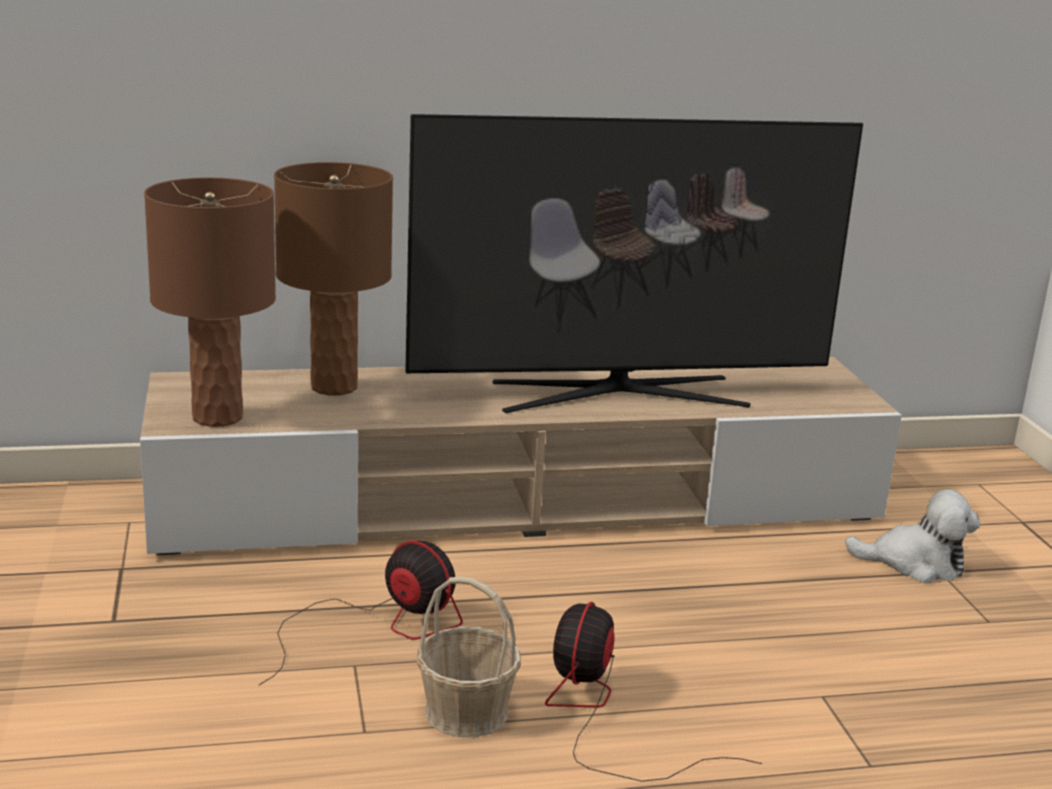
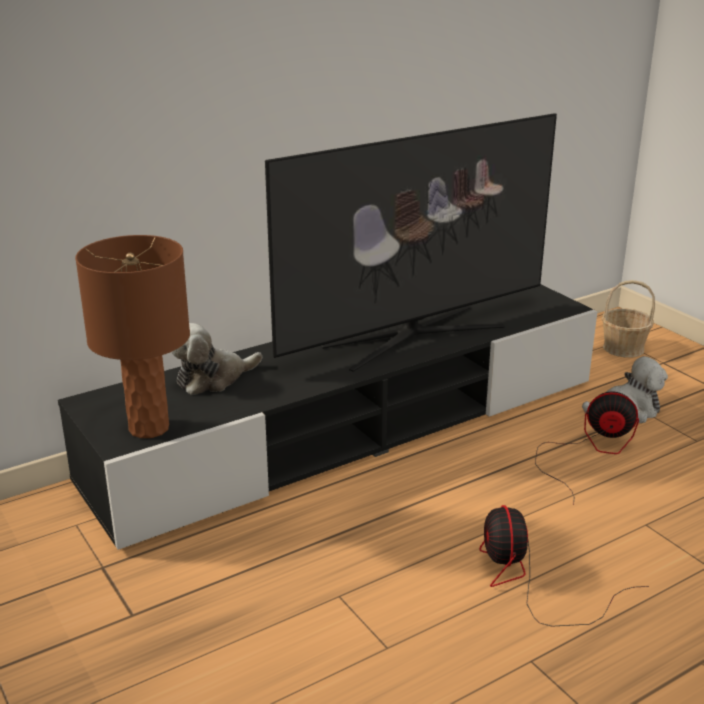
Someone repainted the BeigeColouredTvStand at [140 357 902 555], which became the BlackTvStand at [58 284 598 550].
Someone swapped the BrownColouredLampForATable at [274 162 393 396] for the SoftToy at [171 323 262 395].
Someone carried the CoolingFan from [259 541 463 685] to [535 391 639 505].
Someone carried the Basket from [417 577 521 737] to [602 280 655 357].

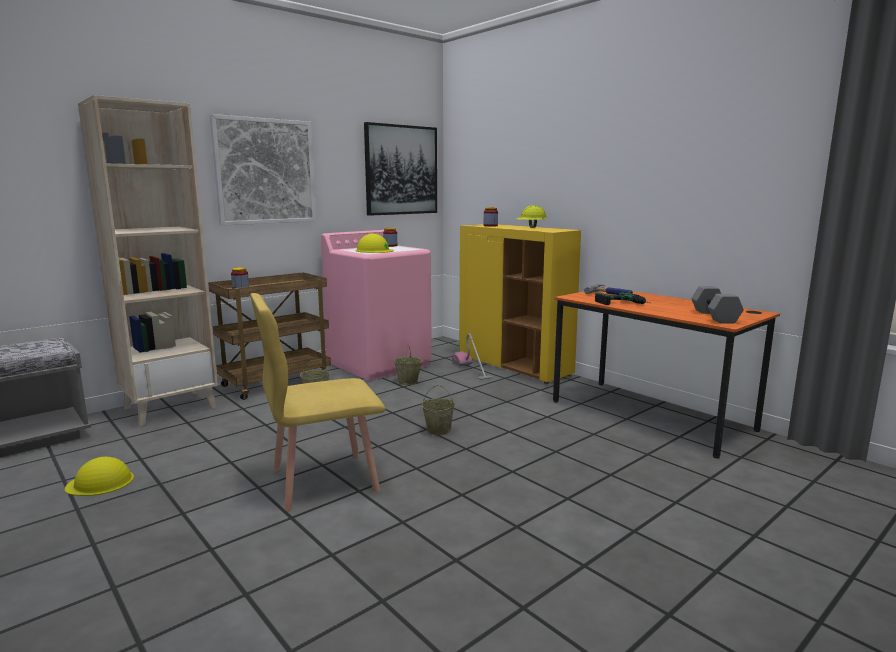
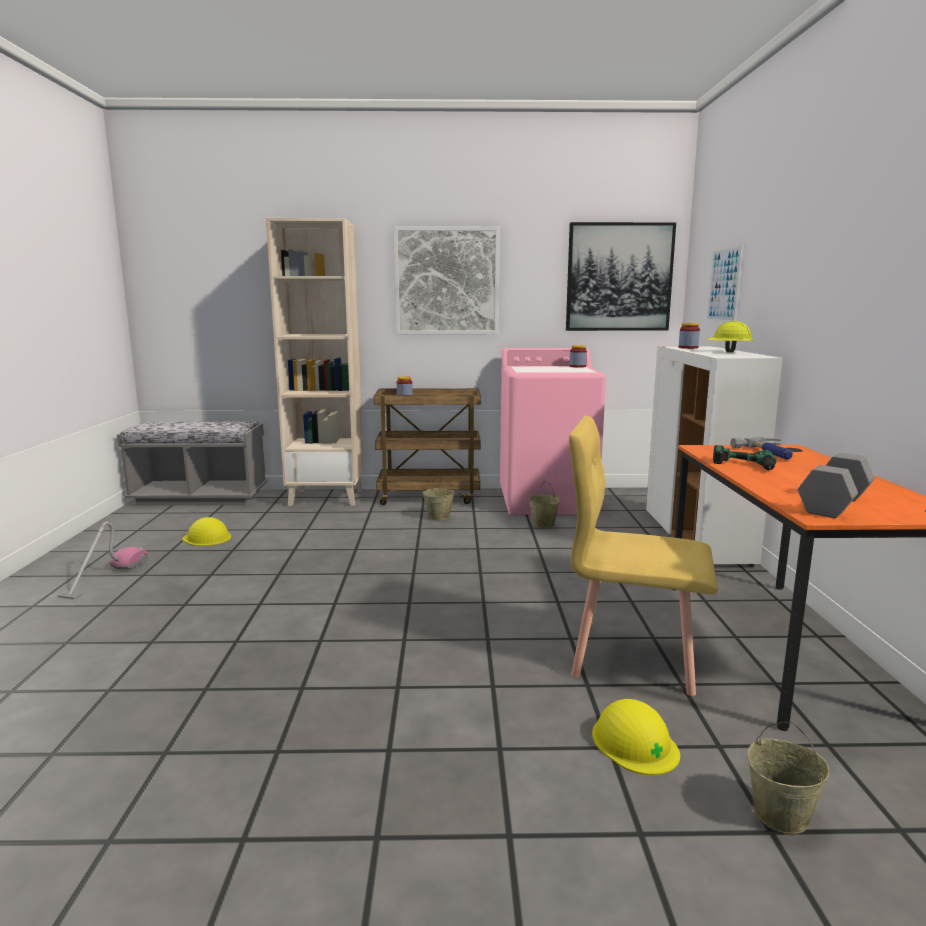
Someone carried the Hoover from [452 333 493 380] to [57 522 148 600].
Someone carried the YellowishChair from [250 293 386 511] to [569 416 718 696].
Someone carried the YellowishSafetyHelmet from [356 234 394 253] to [592 699 680 775].
Someone repainted the YellowishStorageCabinet at [459 224 581 384], which became the WhiteStorageCabinet at [646 346 782 567].
Someone put up the WallPicture at [706 244 743 322].
Someone carried the BeigeColouredWaterBucket from [422 385 455 435] to [747 722 830 834].

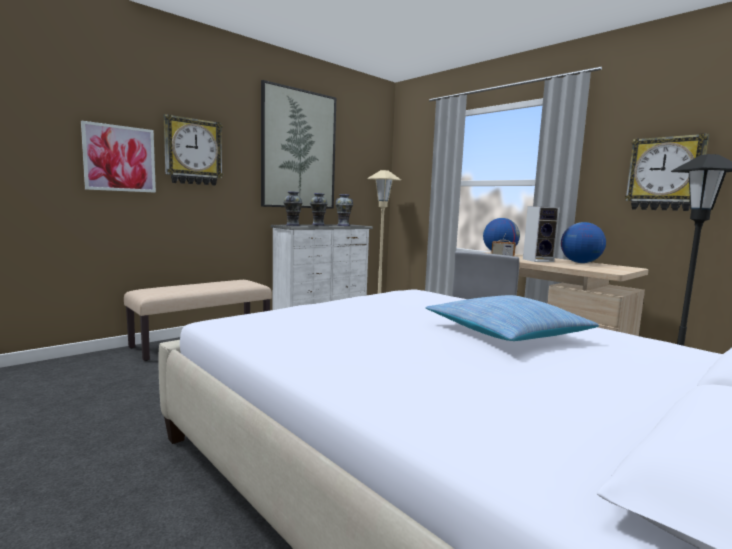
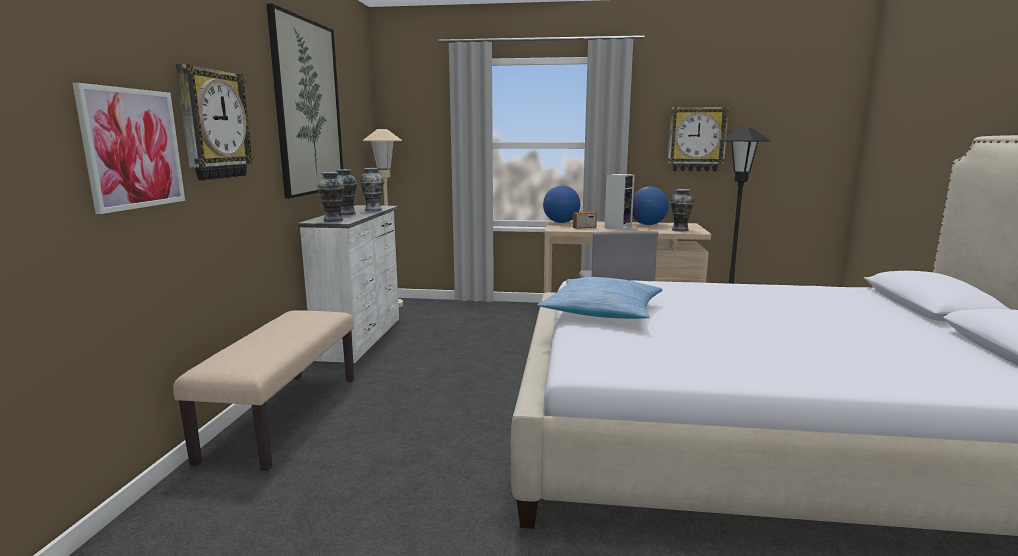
Someone carried the ThrowPillow from [425 295 599 341] to [537 277 663 319].
Someone put down the DecorativeVase at [670 189 694 231].

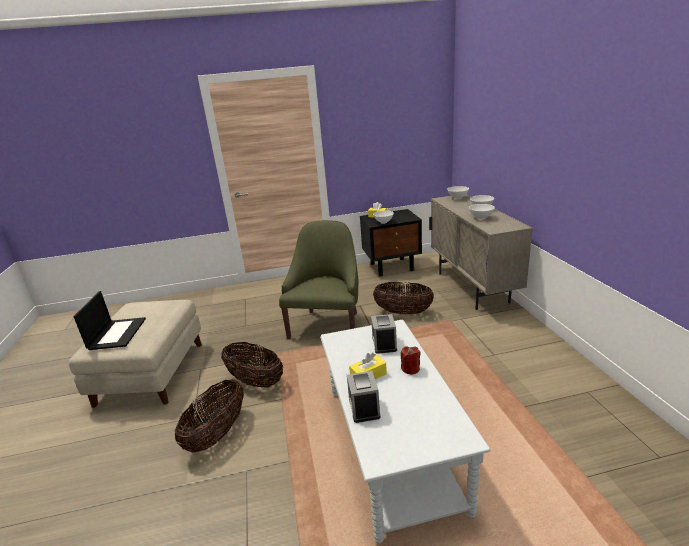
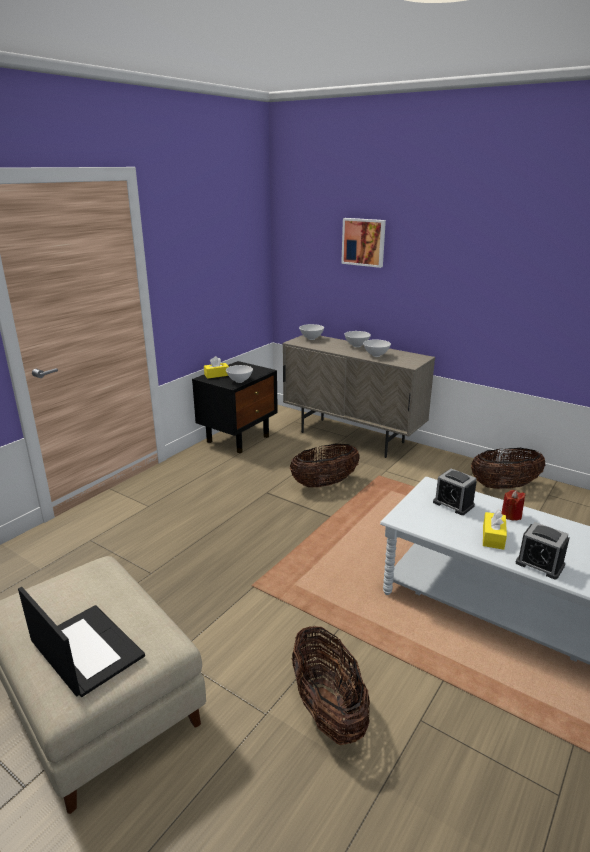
Someone put up the WallPicture at [341 218 386 268].
Someone carried the Basket from [221 342 283 388] to [471 448 545 489].
Someone took away the GreenColouredEasyChair at [279 220 359 339].

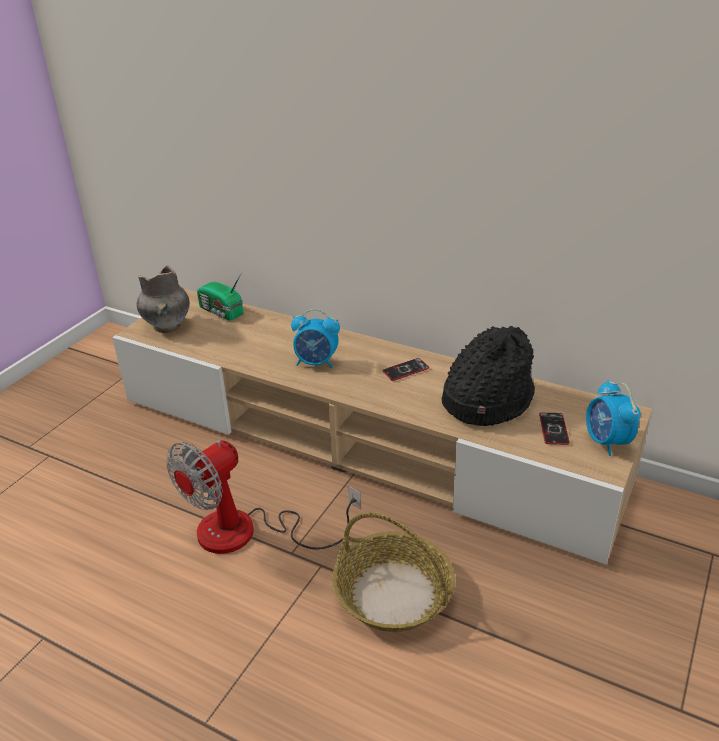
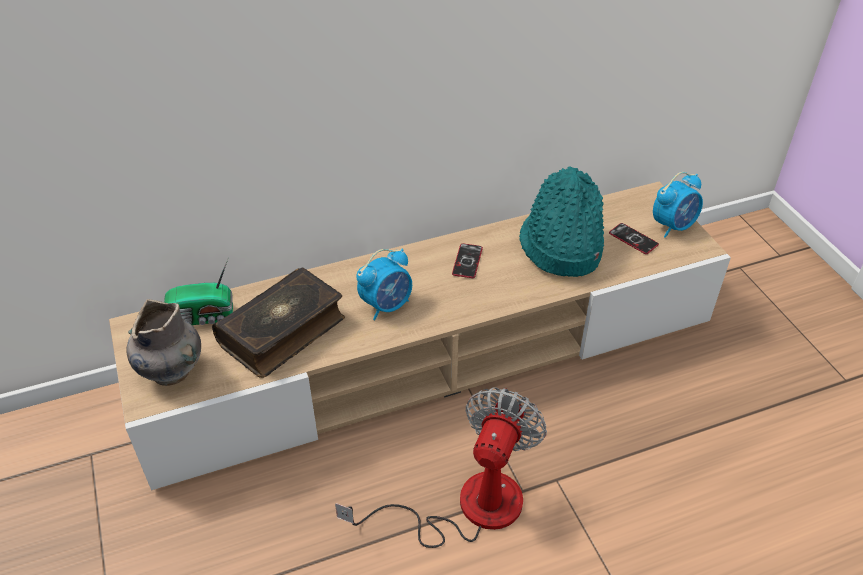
Someone put down the BoundBook at [212 268 345 378].
Someone rotated the CoolingFan at [166 440 361 554] by 150 degrees counterclockwise.
Someone repainted the BlackClothingHat at [442 326 535 426], which became the TurquoiseClothingHat at [519 166 604 277].
Someone rotated the BedsideClock at [586 380 641 456] by 60 degrees counterclockwise.
Someone took away the Basket at [332 512 455 632].

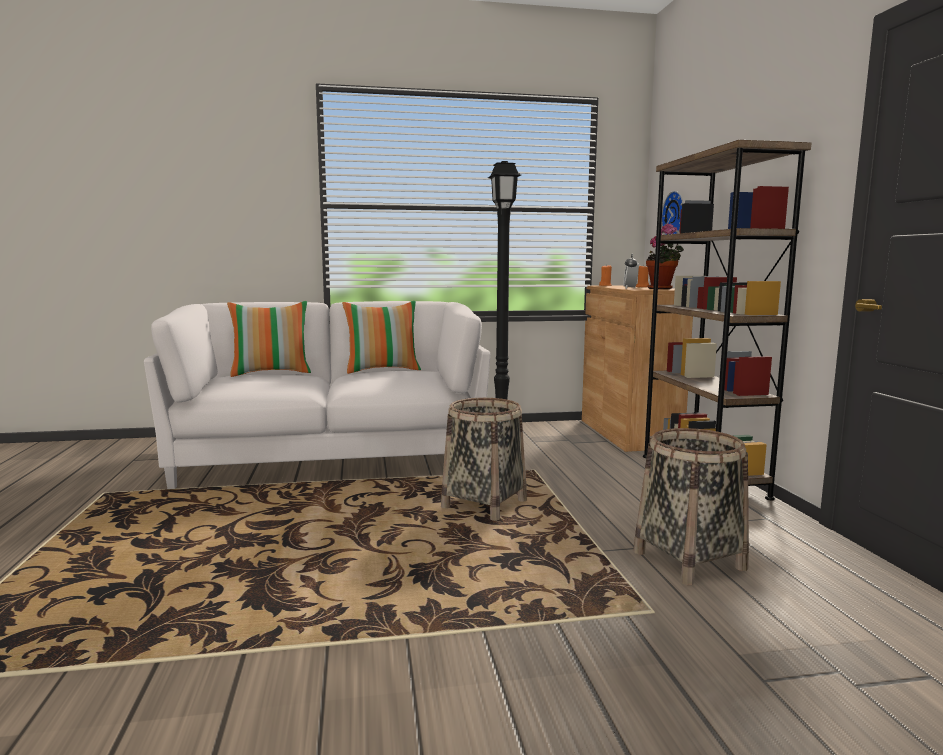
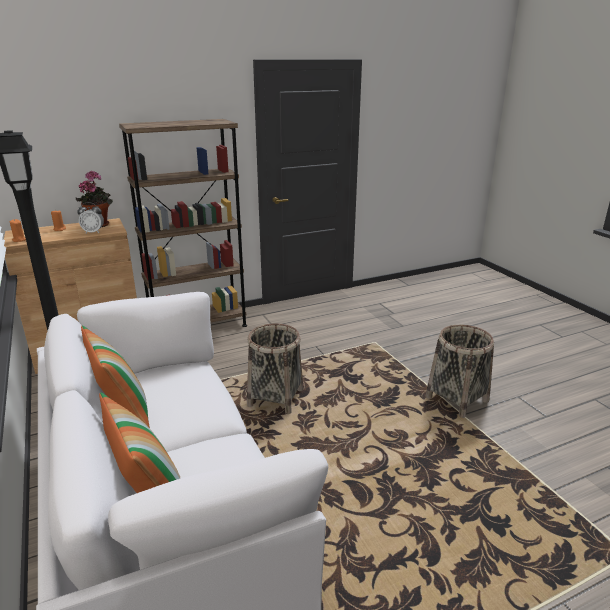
Someone carried the Basket from [633 428 749 585] to [425 325 494 418].
Someone took away the ClockOnTheWall at [662 191 684 235].

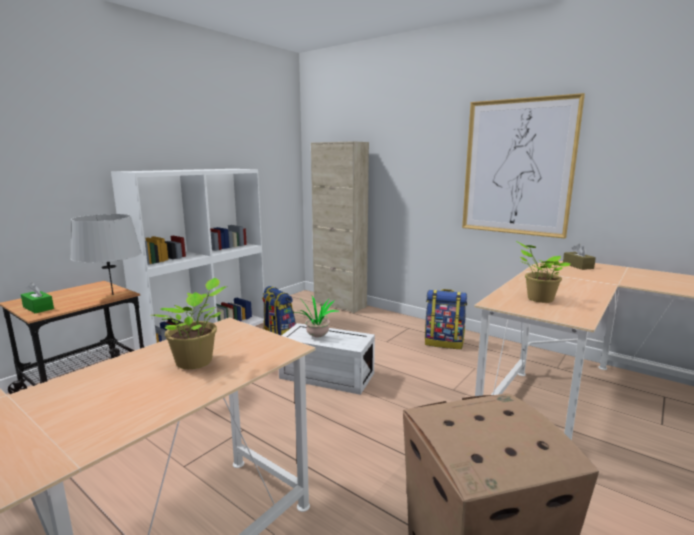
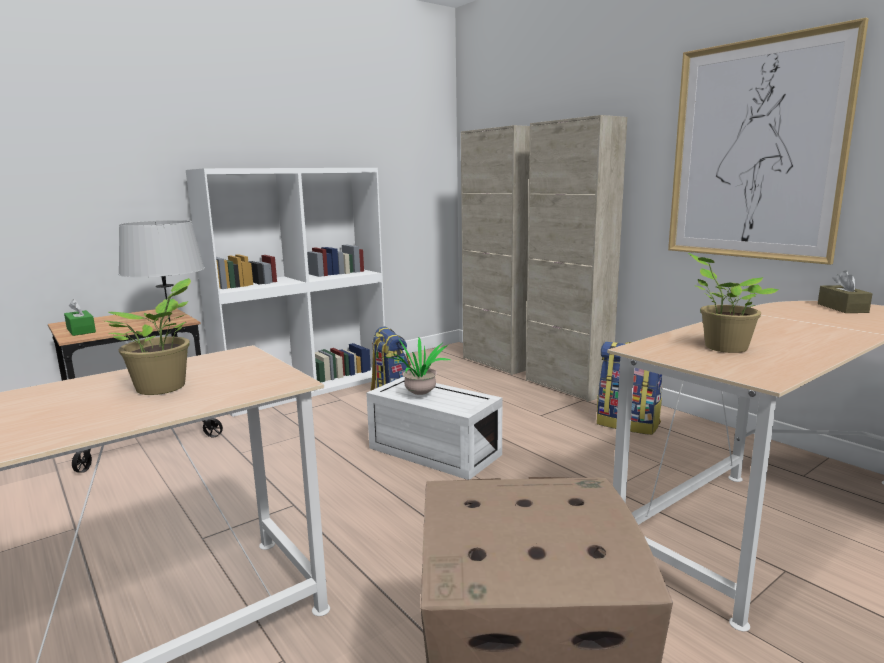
Someone put down the BeigeColouredStorageCabinet at [526 115 627 402].

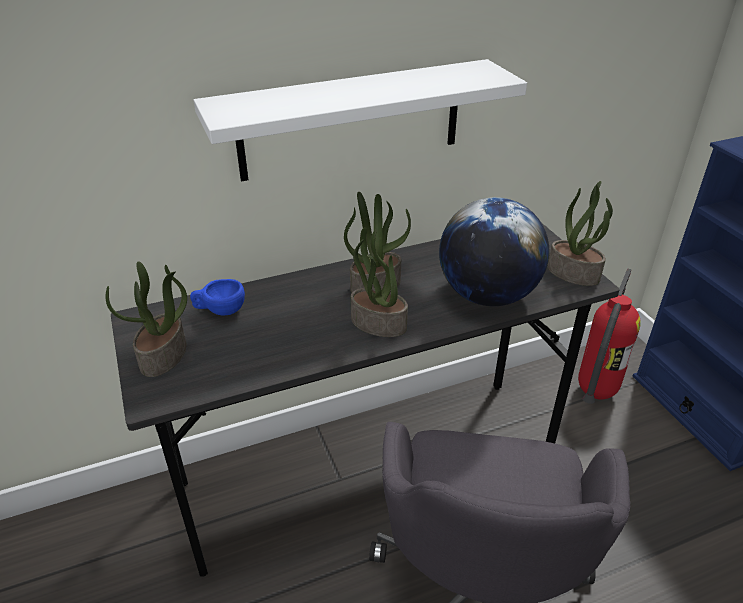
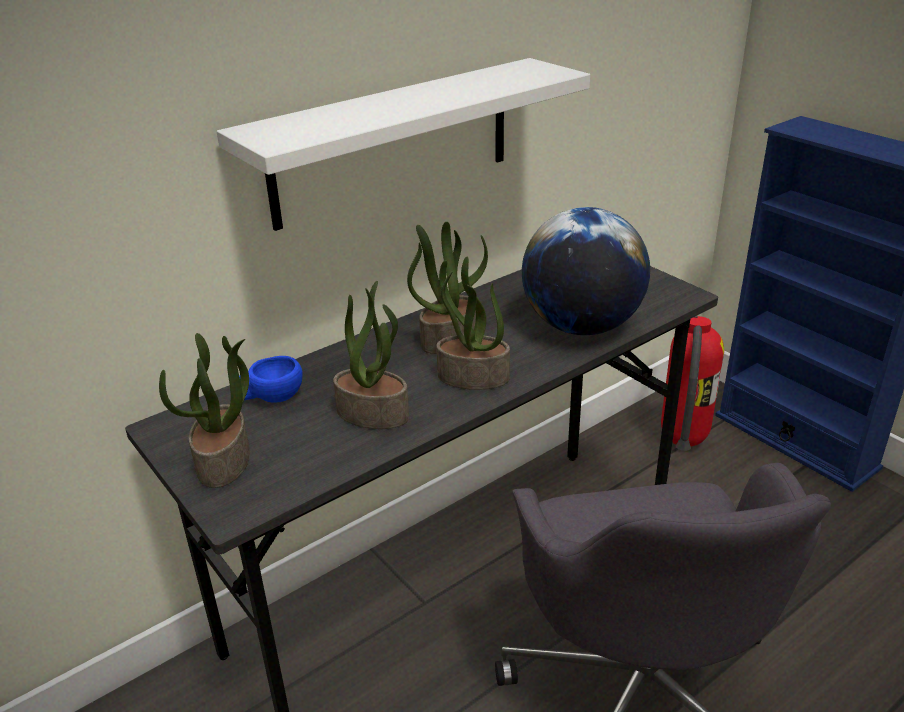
Someone carried the PlantInAPot from [548 181 613 286] to [333 281 409 429].

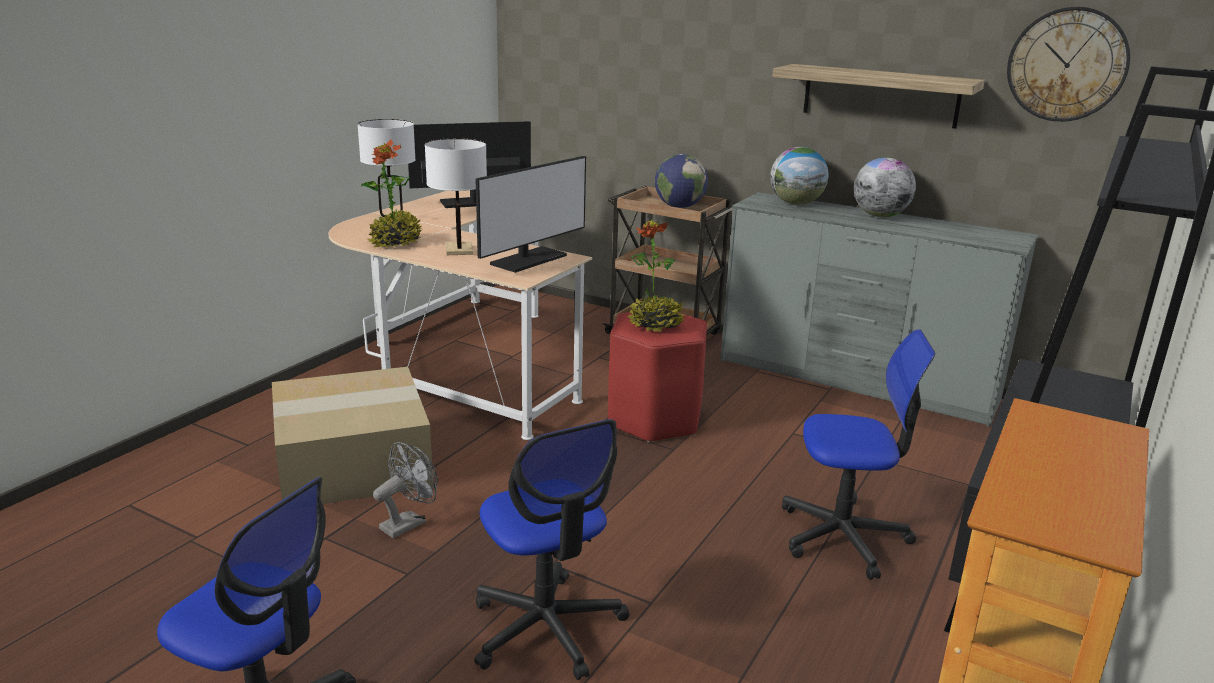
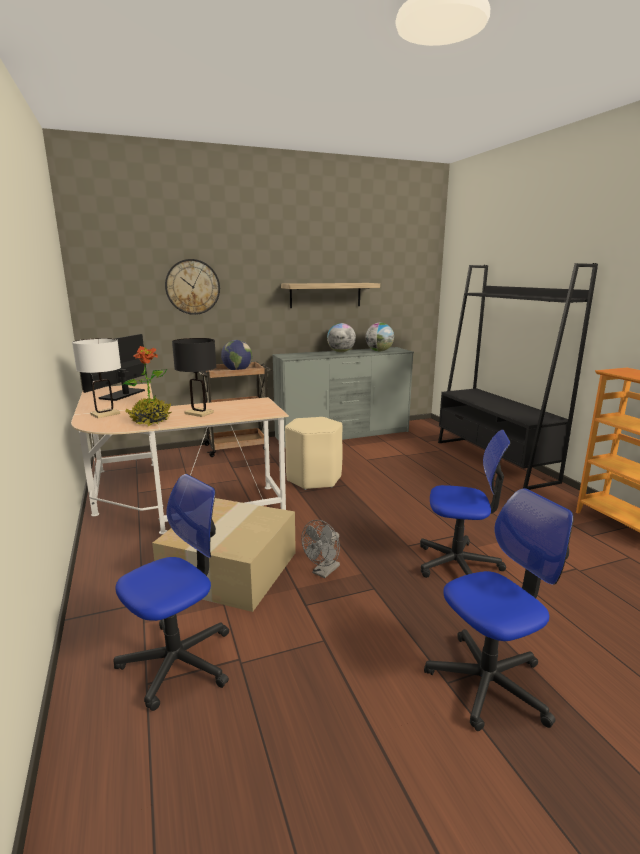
Someone carried the DeskChair from [782 329 935 580] to [114 474 229 711].
Someone carried the ClockOnTheWall from [1007 7 1130 122] to [165 259 220 315].
Someone repainted the WhiteLampForATable at [425 138 487 255], which became the BlackLampForATable at [172 338 216 417].
Someone repainted the RedStool at [608 312 707 443], which became the BeigeColouredStool at [285 417 343 490].
Someone rotated the GrayCoolingFan at [373 442 438 538] by 135 degrees counterclockwise.
Someone carried the Globe from [770 147 829 205] to [366 323 394 351].
Someone took away the Monitor at [475 156 586 273].
Someone took away the PlantInAPot at [627 220 685 332].

